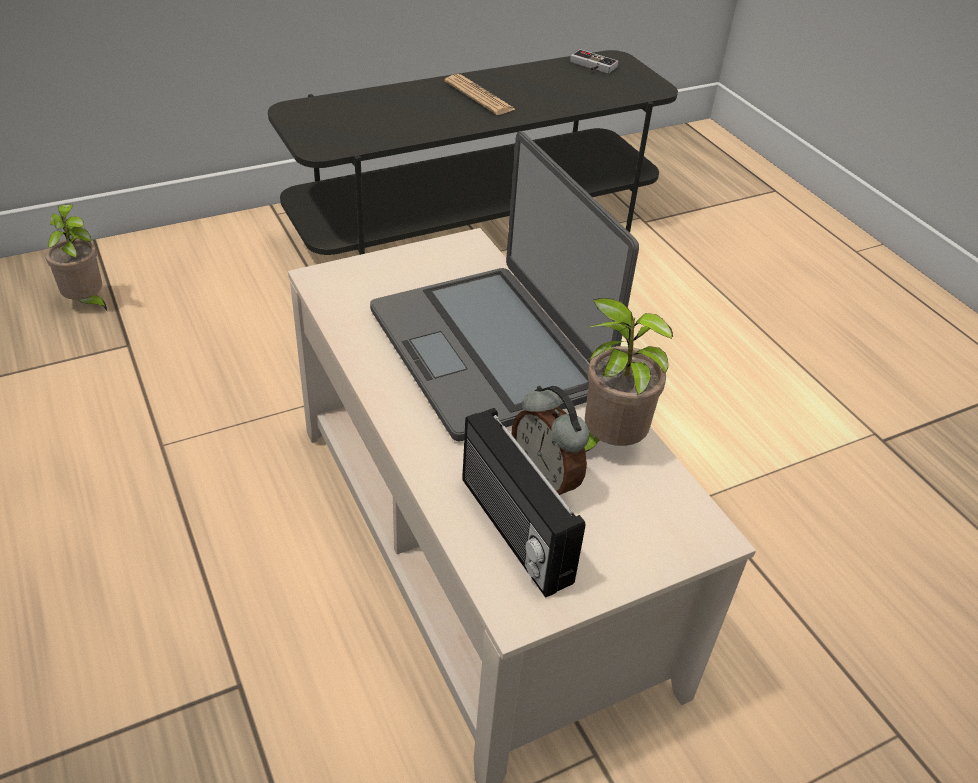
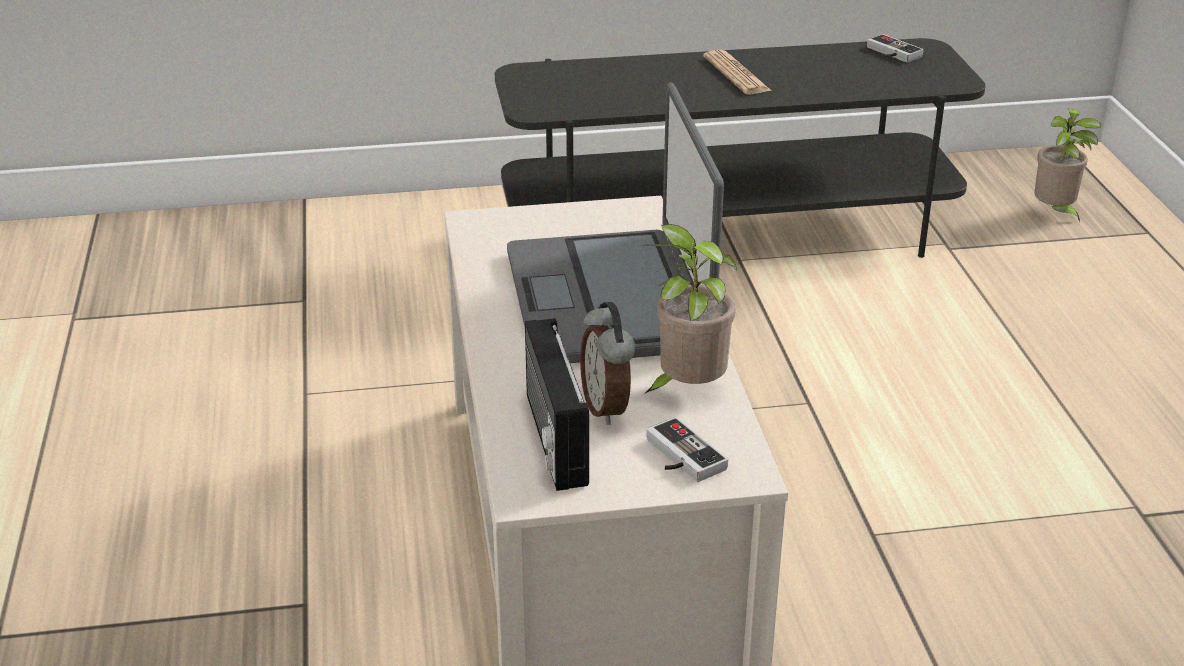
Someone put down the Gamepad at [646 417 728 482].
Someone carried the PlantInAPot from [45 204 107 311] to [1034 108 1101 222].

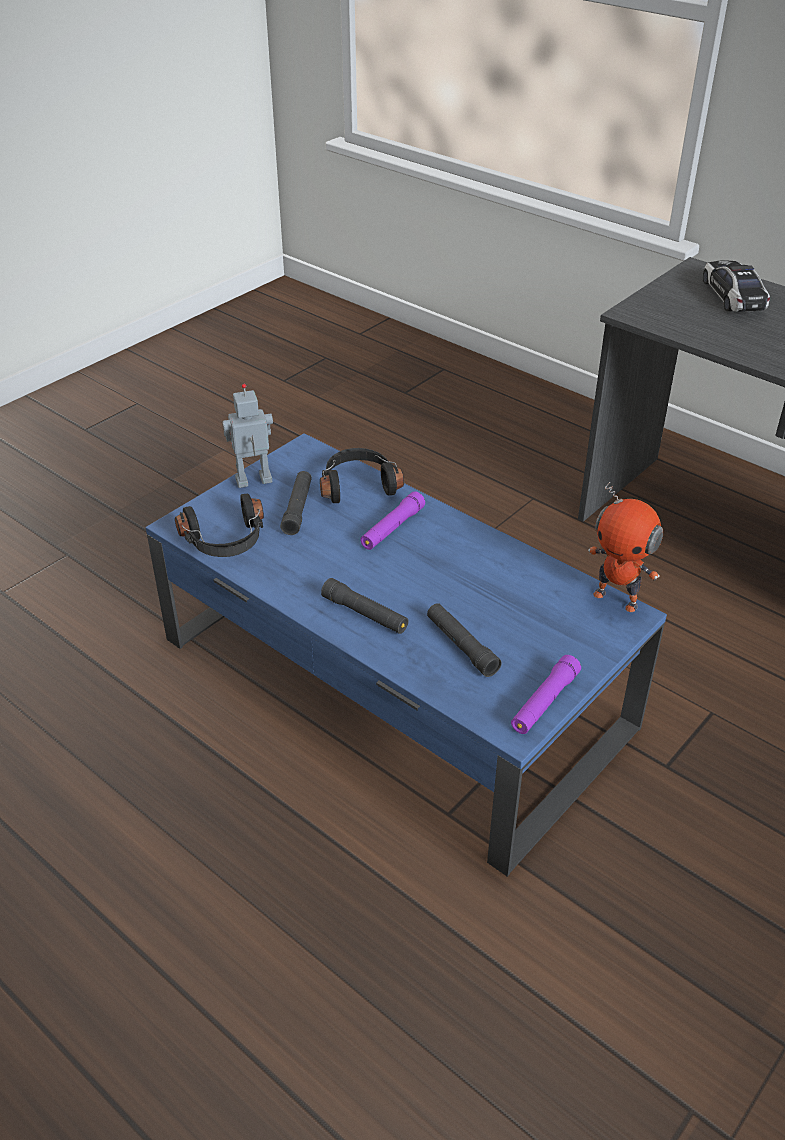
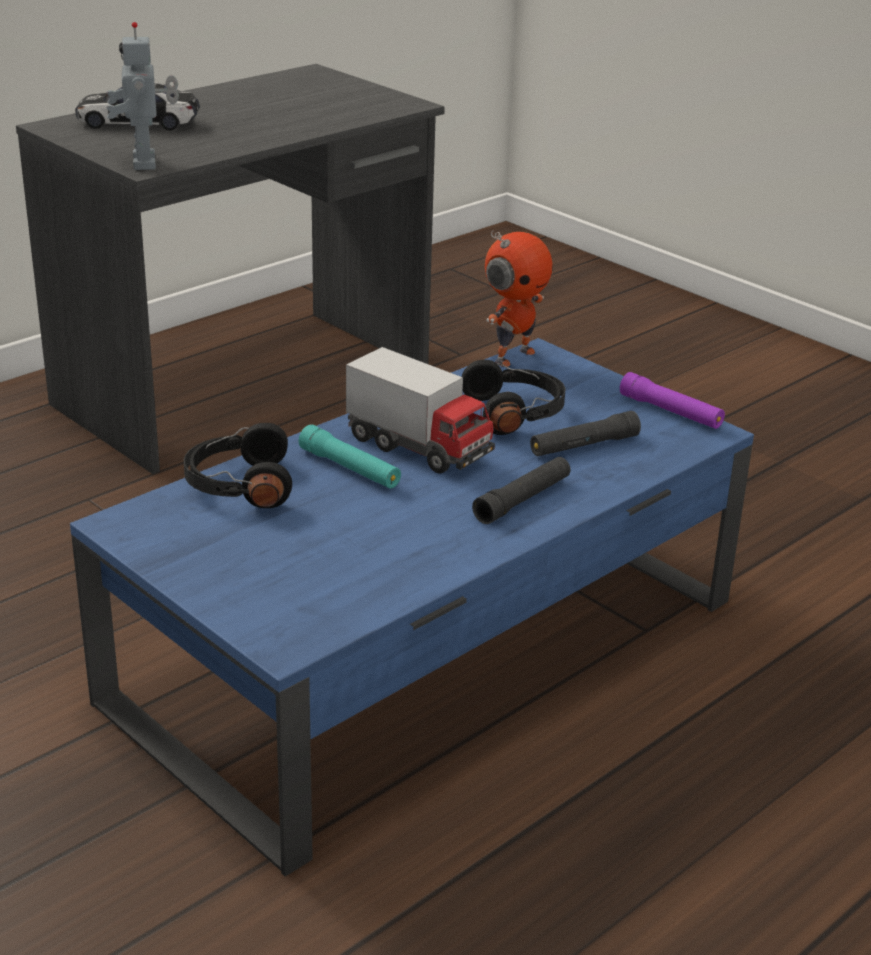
Someone carried the RobotFigure from [222 384 273 488] to [106 22 179 170].
Someone repainted the PurplishHandTorch at [360 491 425 550], which became the TurquoiseHandTorch at [299 424 401 489].
Someone put down the ToyTruck at [346 347 495 473].
Someone carried the BlackPairOfHeadphones from [175 494 264 557] to [462 360 566 435].
Someone took away the BlackHandTorch at [280 471 312 535].

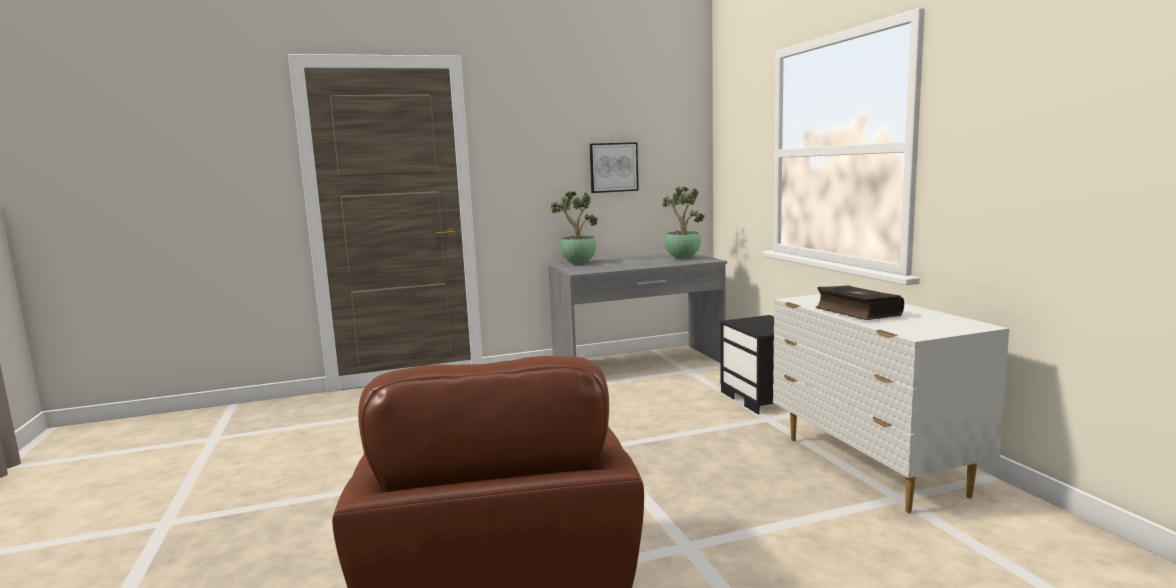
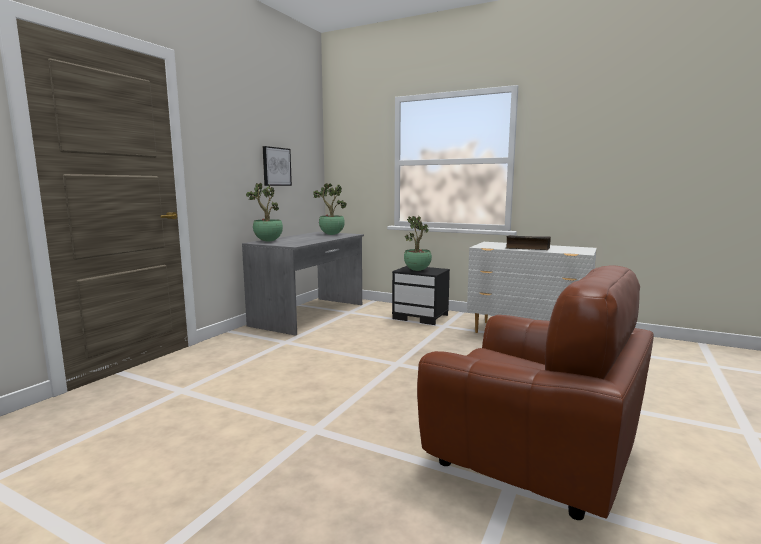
Someone put down the PlantInAPot at [404 216 432 271].

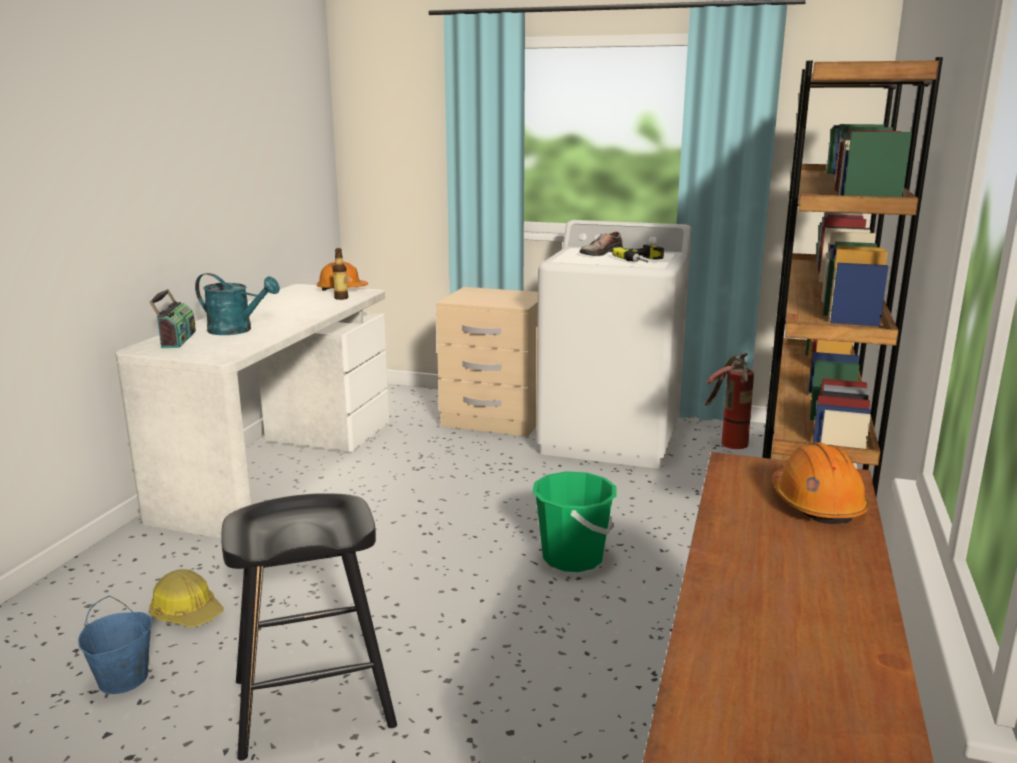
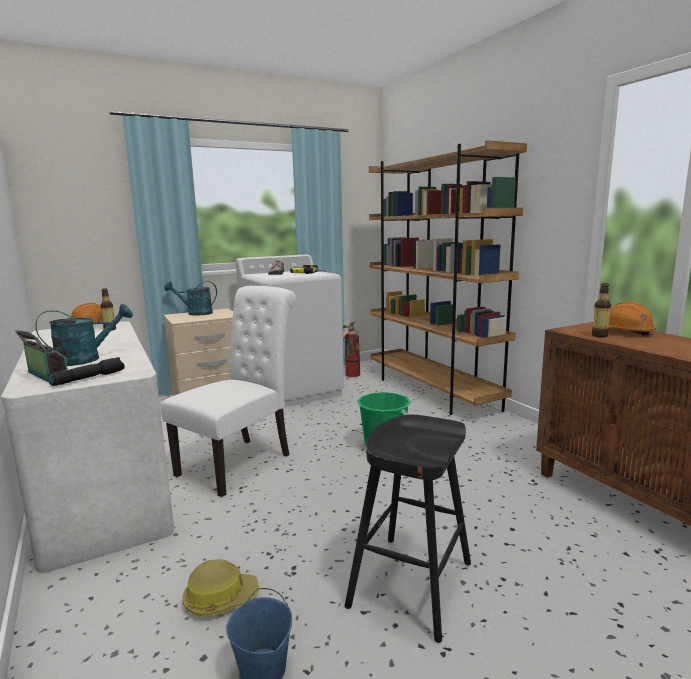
Someone put down the BlackHandTorch at [48 357 125 386].
Someone put down the WhiteChair at [161 286 296 497].
Someone put down the TurquoiseSprinklingCan at [164 281 217 316].
Someone put down the DrinkBottle at [592 283 611 338].

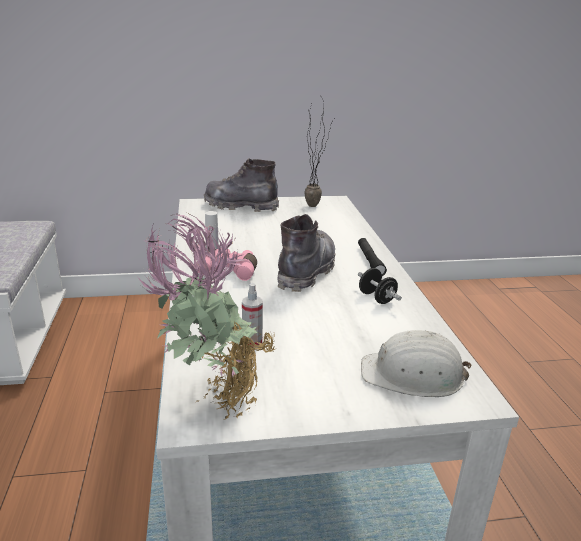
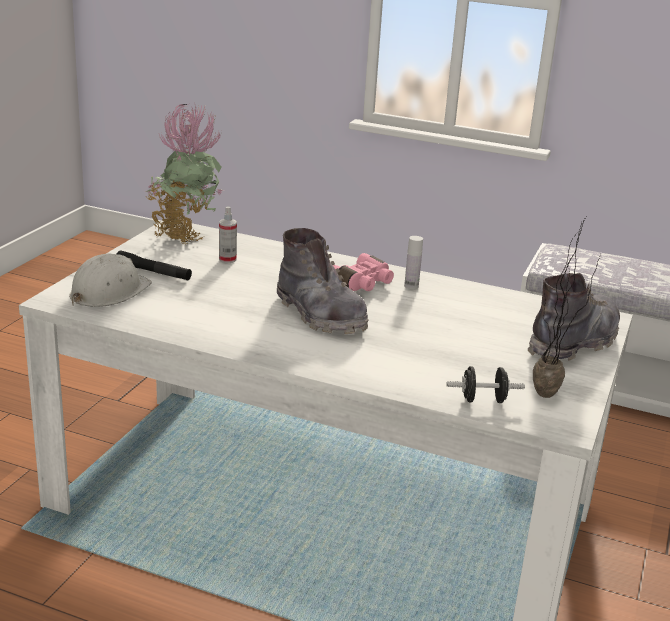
Someone carried the BlackHandTorch from [358 238 387 276] to [117 250 192 280].
Someone carried the BlackHandWeight from [358 268 402 304] to [446 366 525 403].

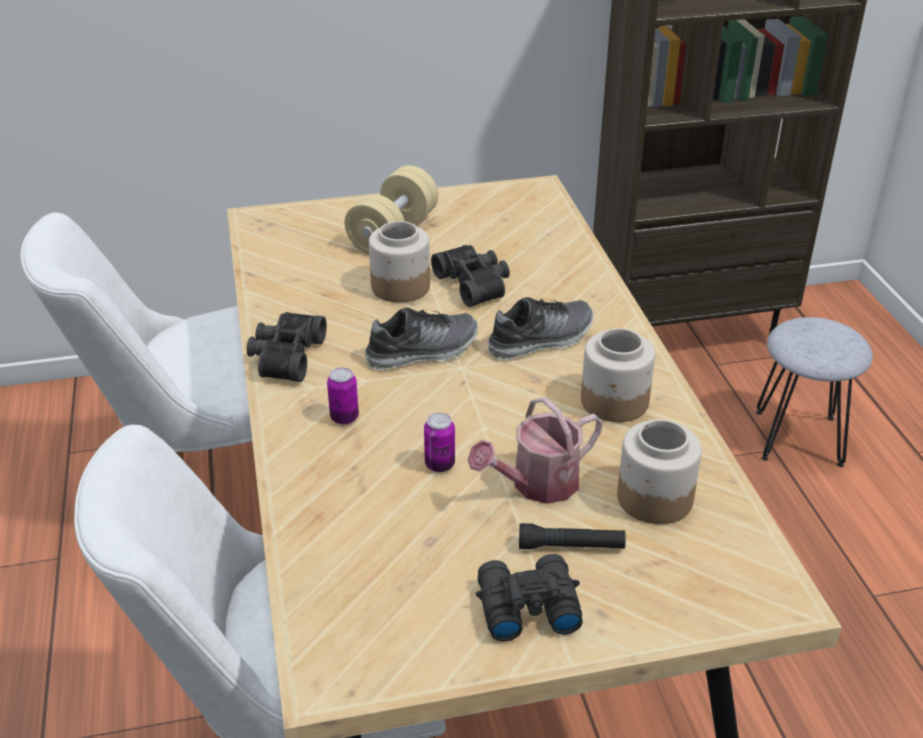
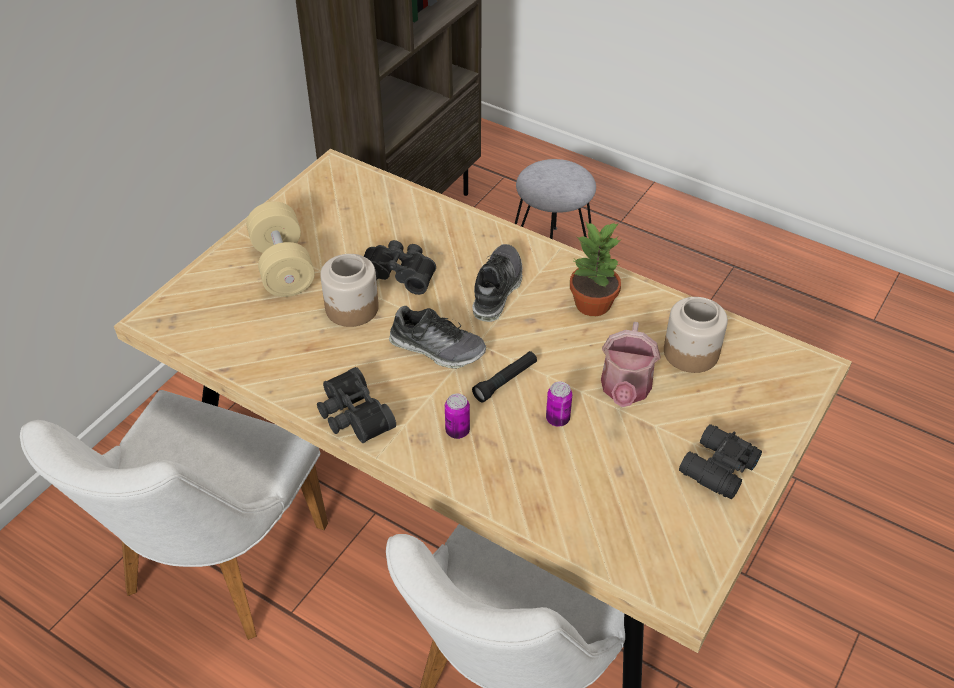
Someone rotated the Shoe at [365 308 478 371] by 90 degrees clockwise.
Someone carried the BlackHandTorch from [519 523 626 549] to [472 351 537 403].
Someone swapped the PreserveJar at [581 328 655 422] for the PlantInAPot at [570 221 622 316].

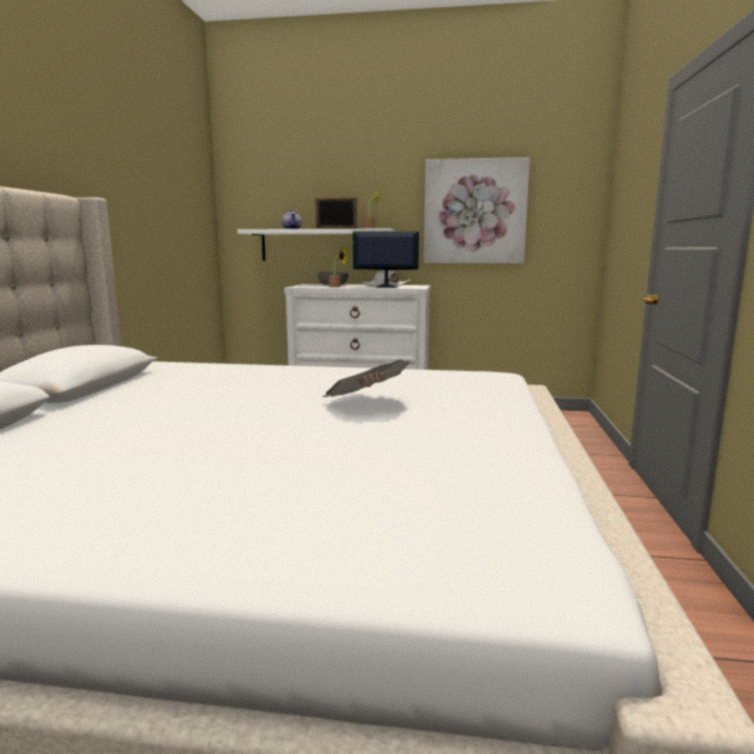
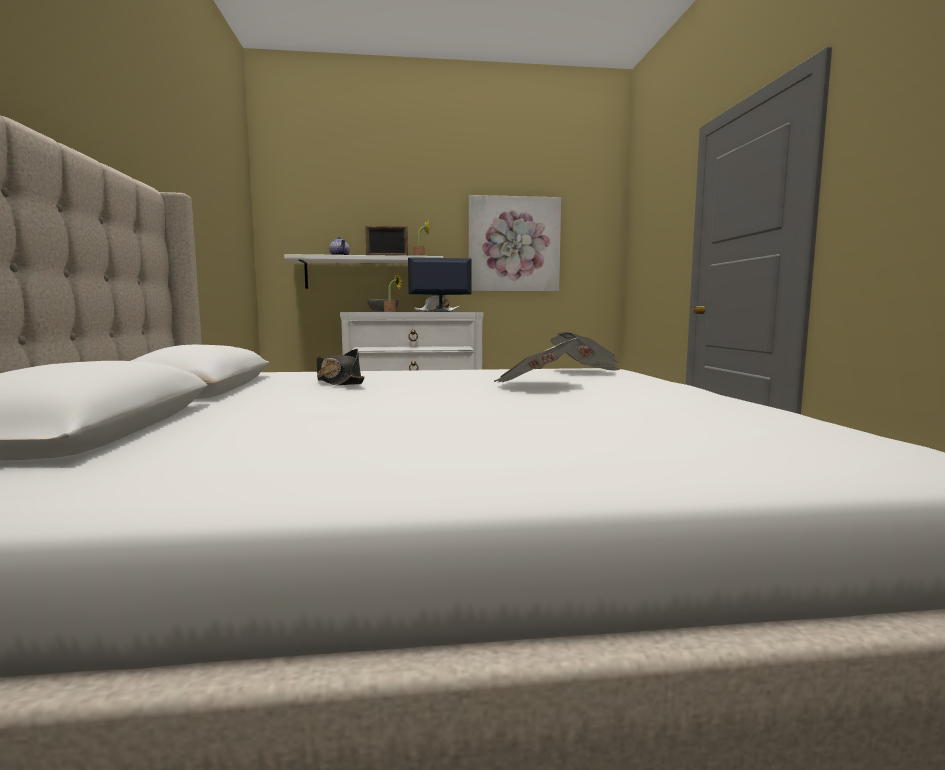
Someone put down the BlackClothingHat at [317 349 365 386].
Someone put down the DailyPaper at [550 332 620 370].

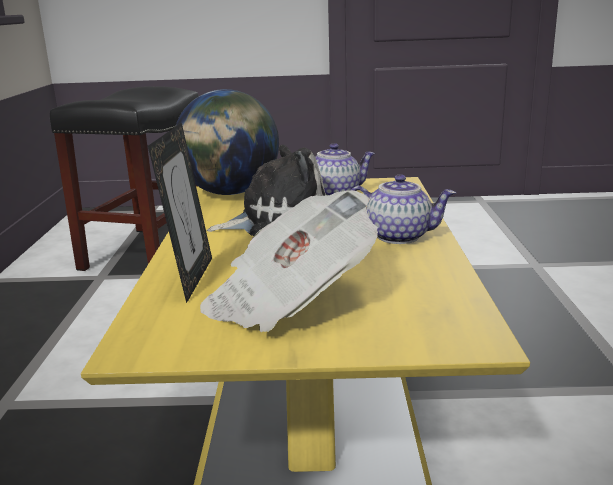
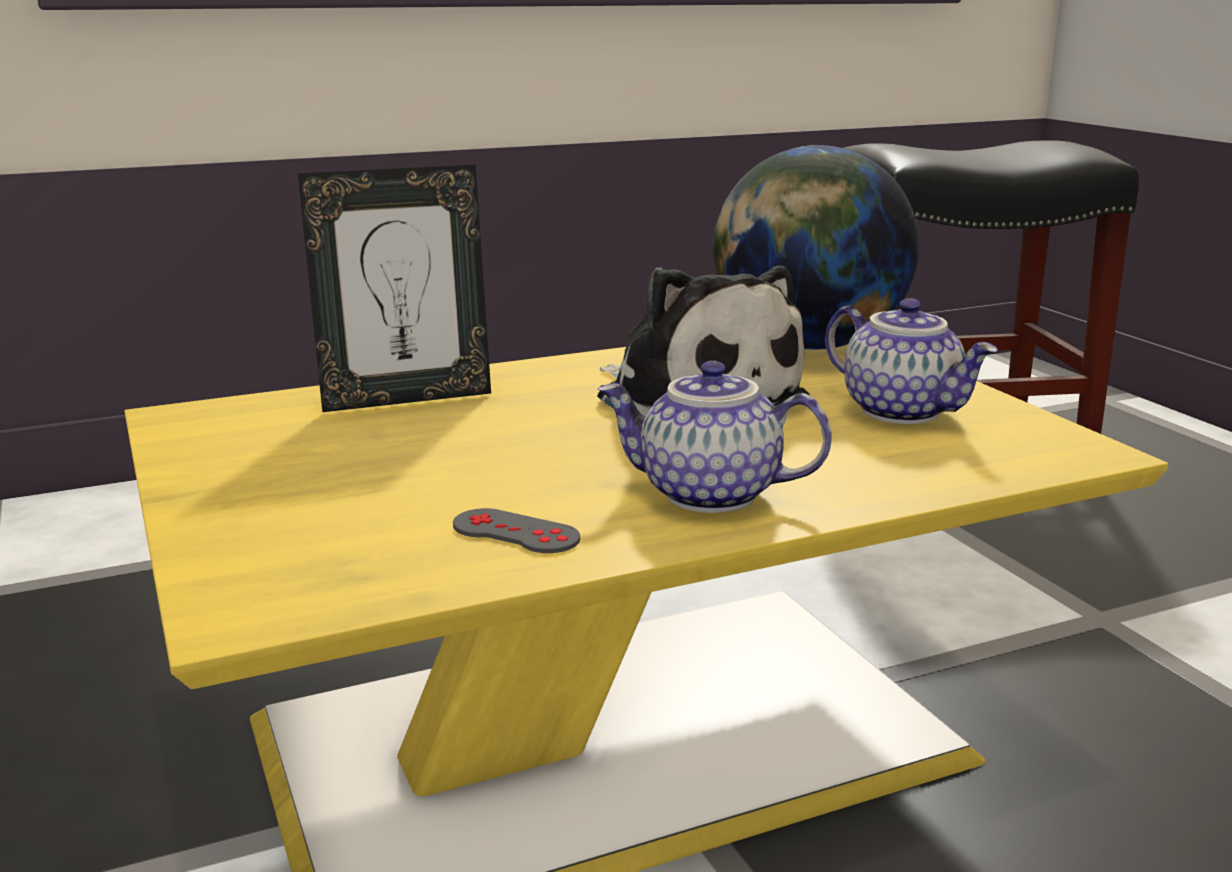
Someone put down the GrayGamepad at [453 508 580 553].
Someone rotated the PotForTea at [352 174 456 244] by 120 degrees clockwise.
Someone took away the DailyPaper at [200 190 378 332].

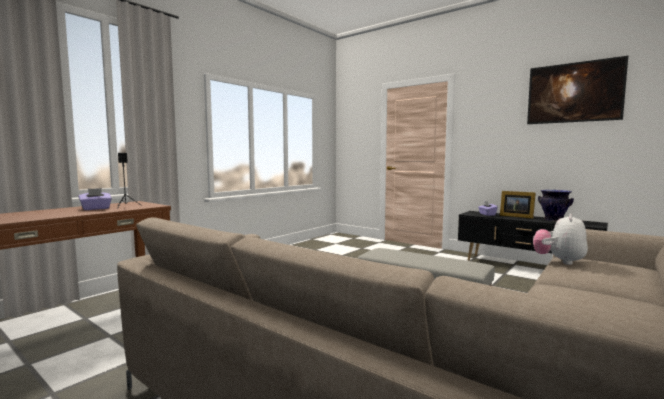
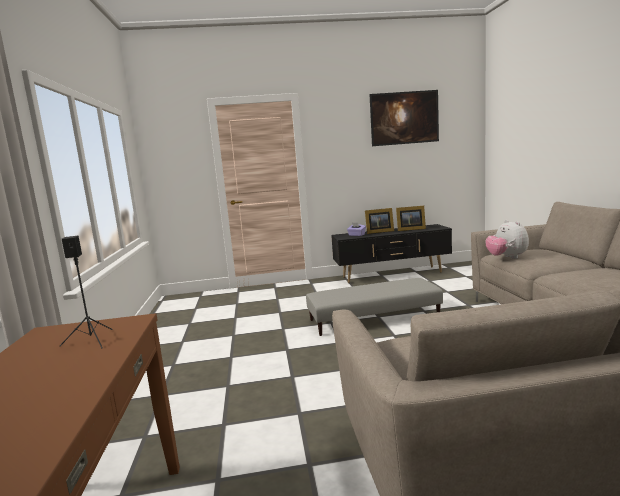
Someone swapped the DecorativeVase at [538 190 574 222] for the PhotoFrame at [396 206 426 231].
Someone took away the PurplishBoxOfTissues at [79 188 112 210].

